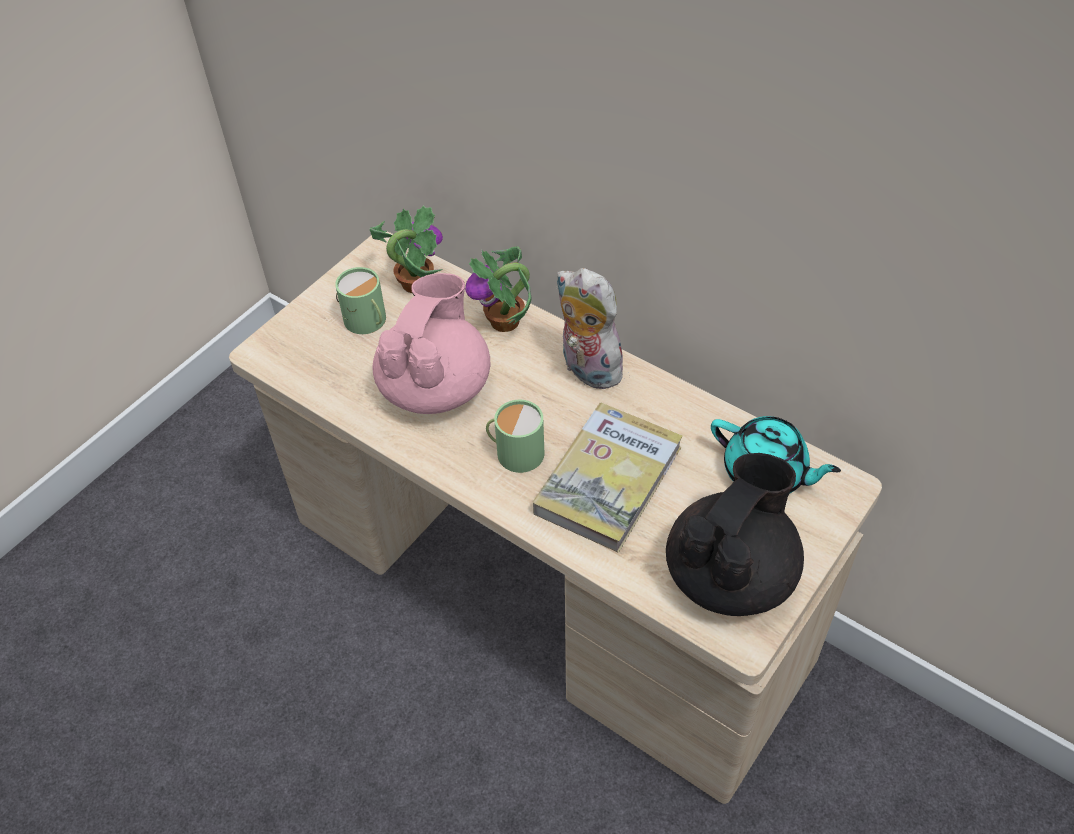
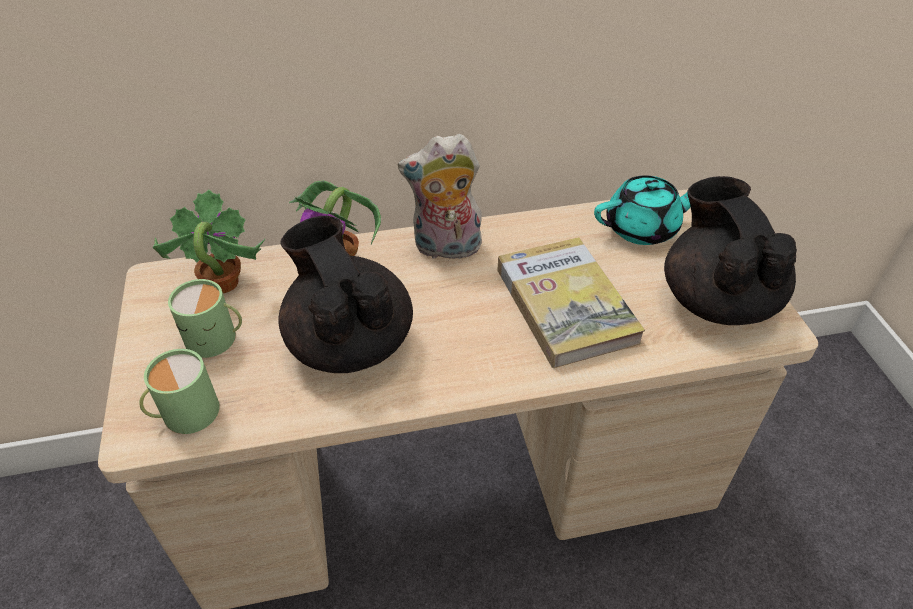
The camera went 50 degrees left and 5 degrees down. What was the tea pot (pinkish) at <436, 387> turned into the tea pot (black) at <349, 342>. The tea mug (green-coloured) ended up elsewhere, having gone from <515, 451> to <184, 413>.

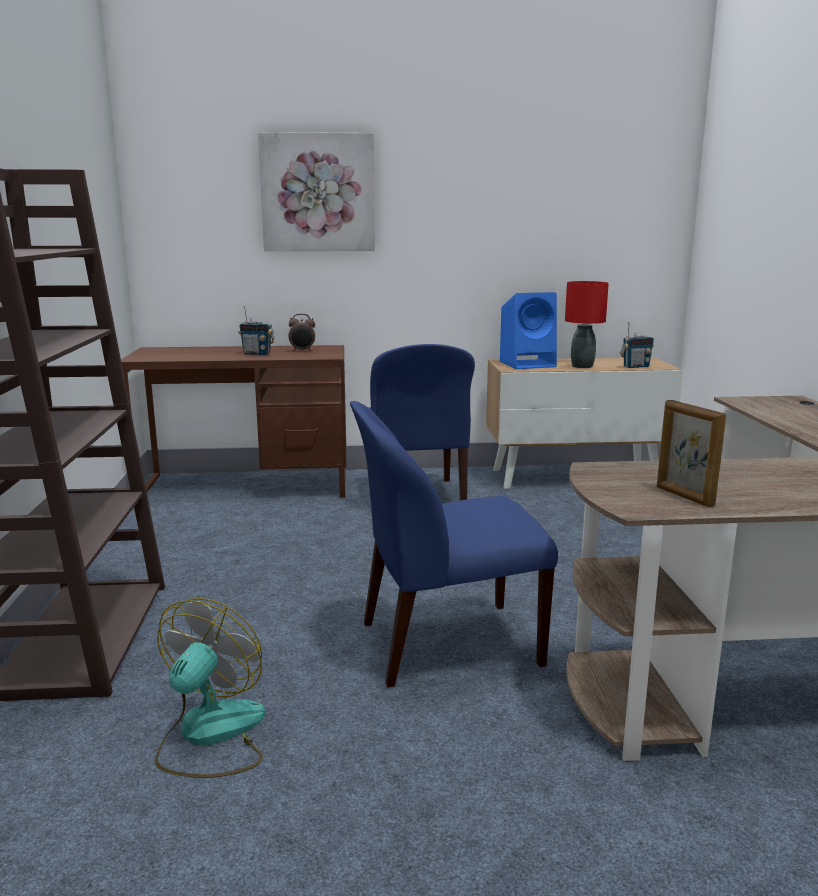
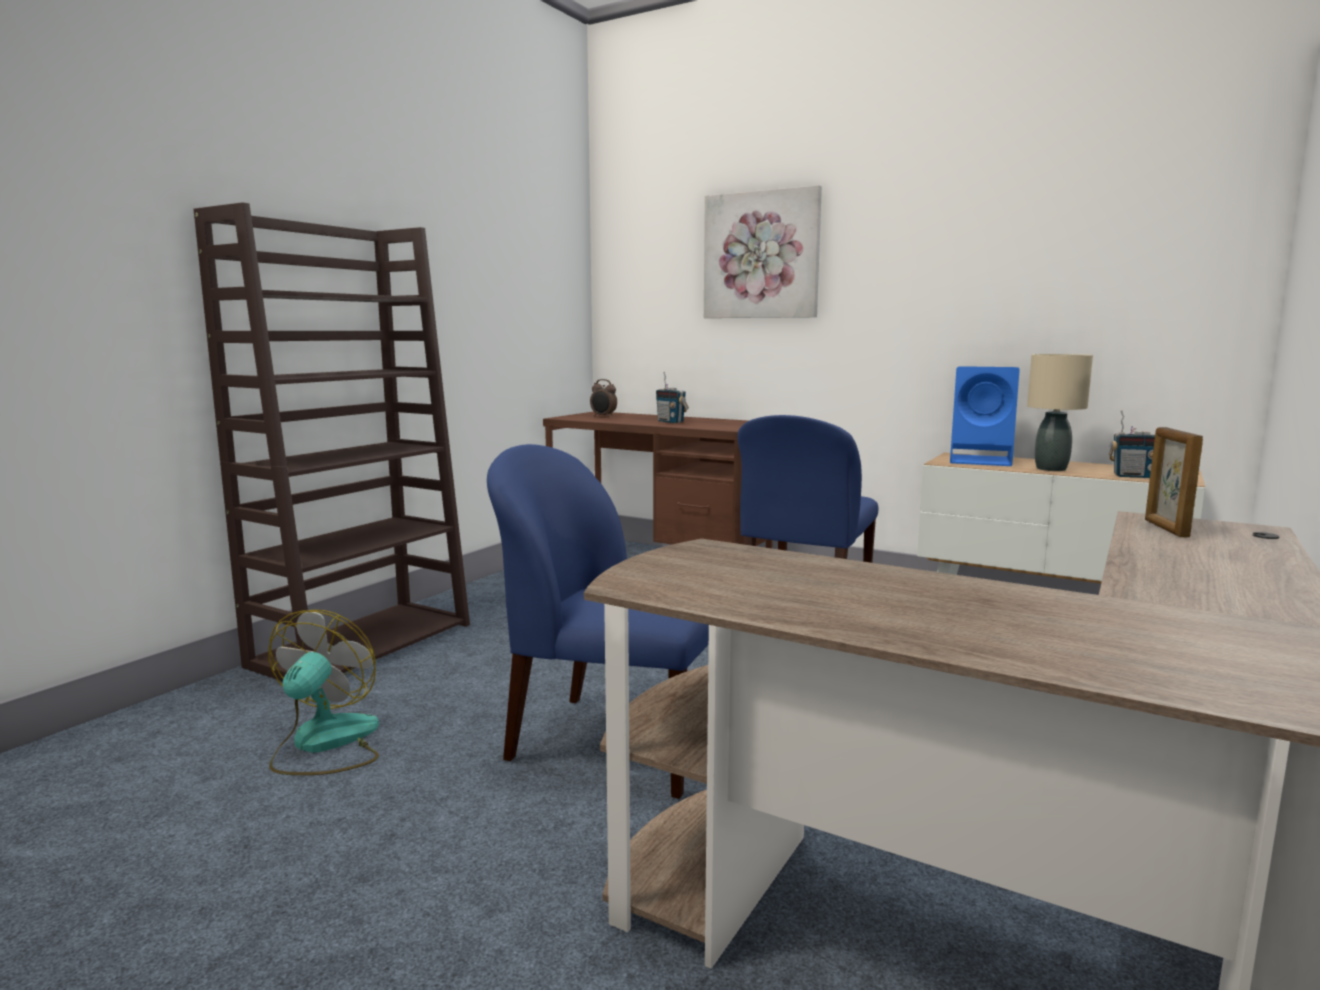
The camera went 35 degrees right and 5 degrees down. What was the lamp for a table (red) at <582, 366> turned into the lamp for a table (beige) at <1050, 469>. The alarm clock ended up elsewhere, having gone from <302, 351> to <603, 416>. The photo frame ended up elsewhere, having gone from <684, 496> to <1165, 529>. The electric fan at <210, 735> ended up facing another way, 45 degrees counterclockwise from before.

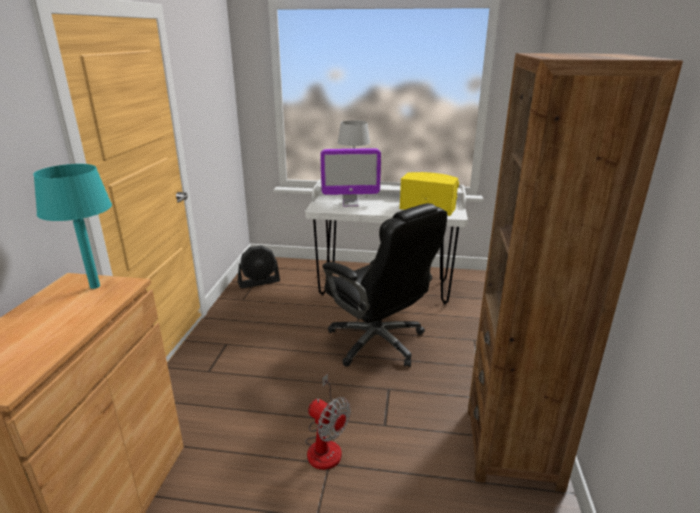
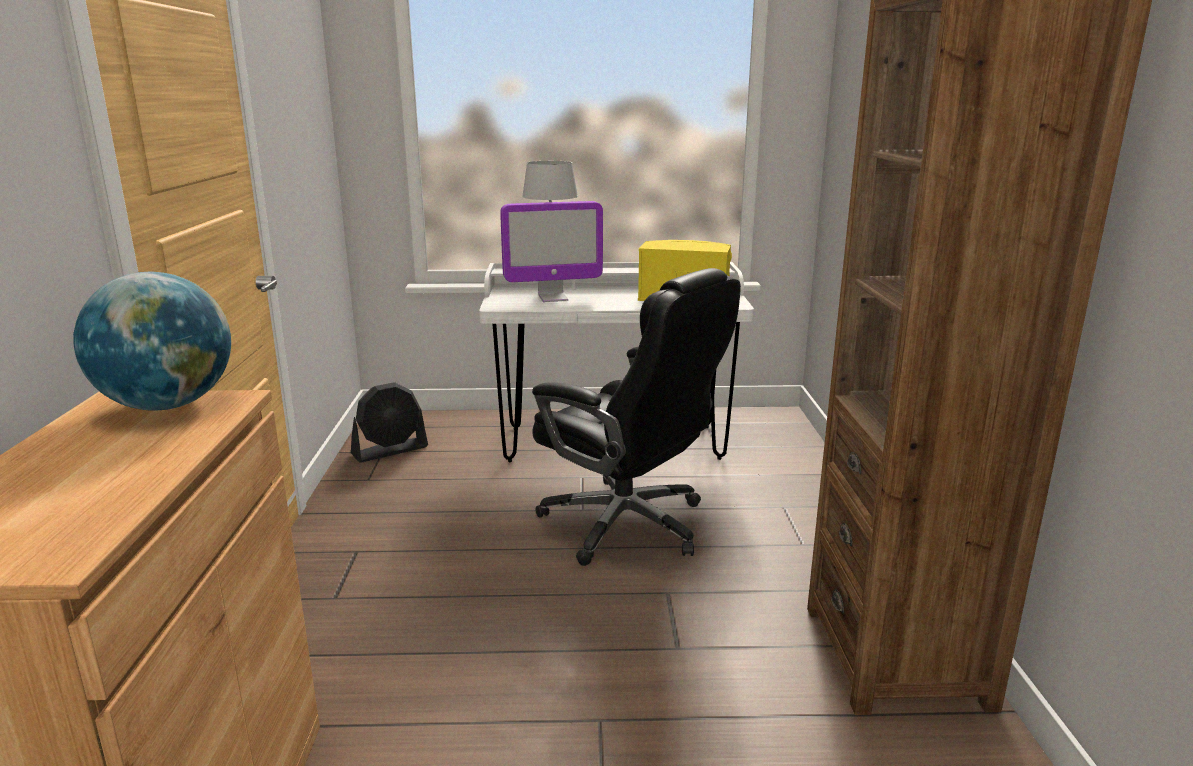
The camera went 10 degrees left and 5 degrees down. Where the lamp for a table (blue-green) stood at <95, 286>, the desk globe came to stand at <168, 405>. The second view lost the electric fan at <325, 444>.

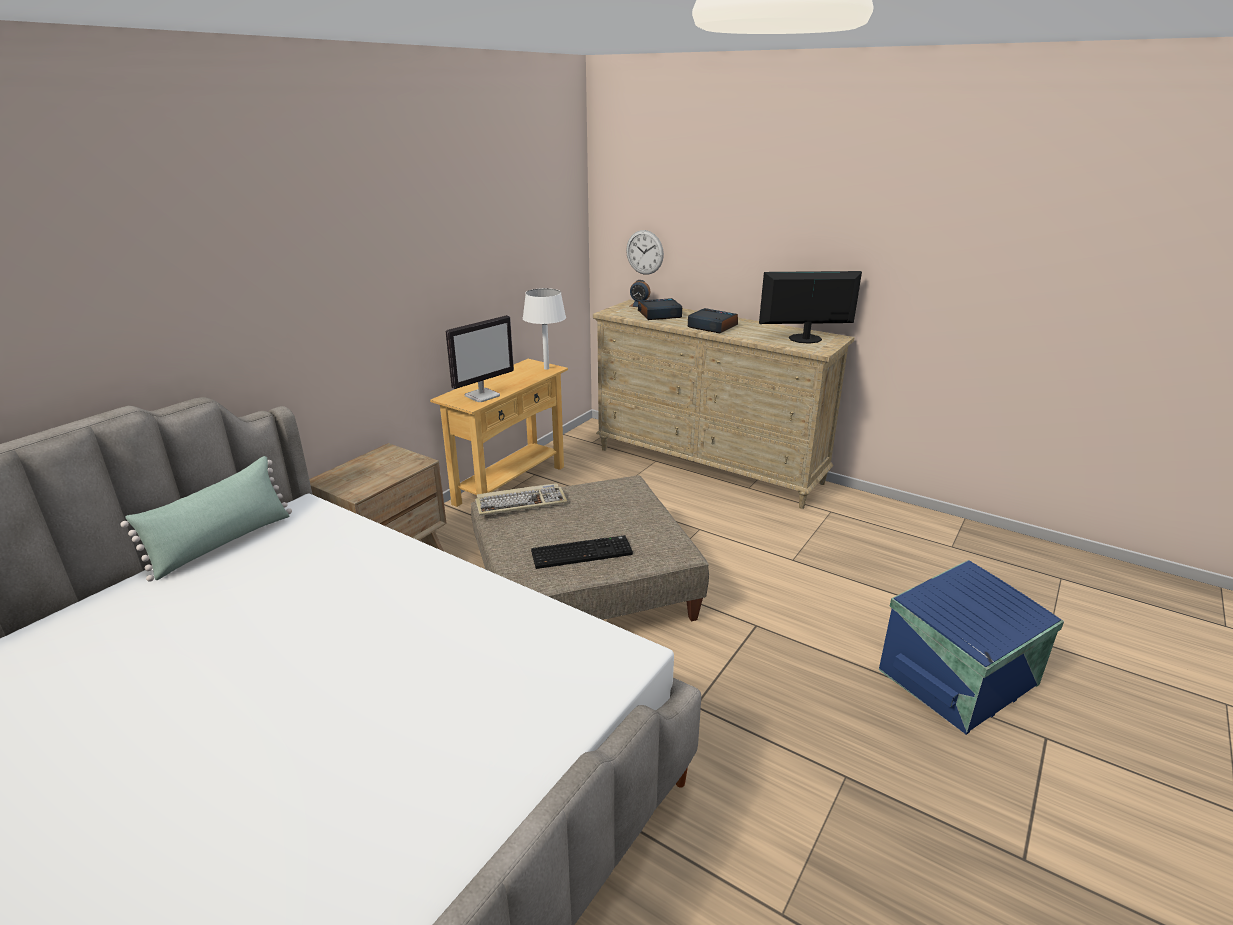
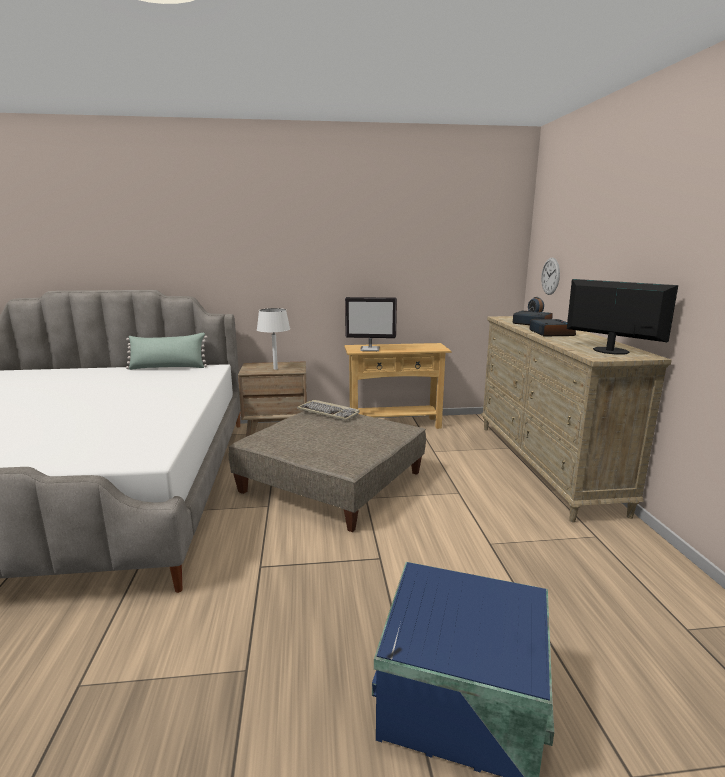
The camera went 50 degrees right and 10 degrees down. The lamp for a table (white-coloured) ended up elsewhere, having gone from <546, 368> to <275, 369>. The second view lost the PC keyboard at <582, 552>.

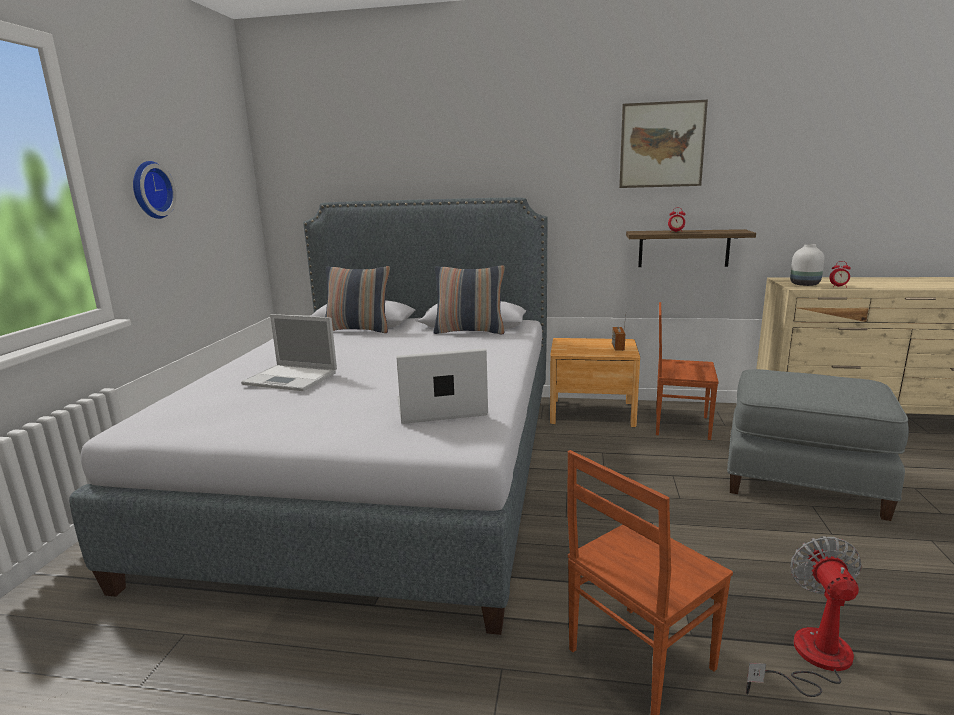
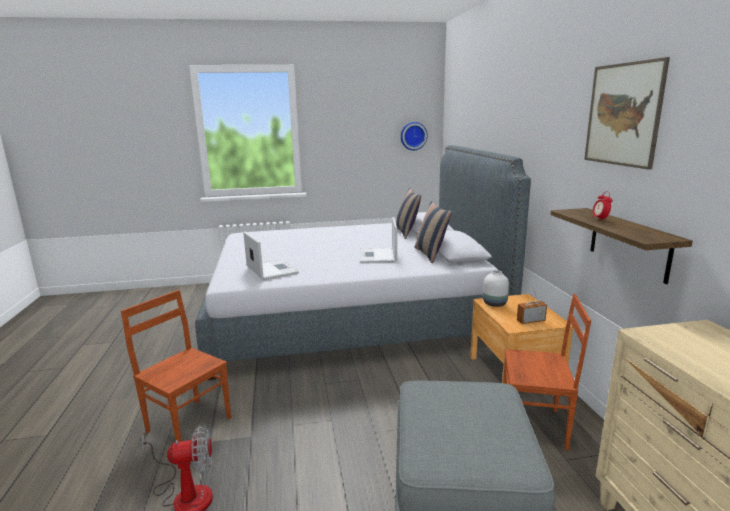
The camera went 70 degrees right and 0 degrees up. The clock on the wall ended up elsewhere, having gone from <150, 190> to <413, 136>. The decorative vase (white-coloured) ended up elsewhere, having gone from <803, 284> to <494, 303>. The second view lost the alarm clock at <838, 286>. The plain chair (brown) at <680, 425> ended up facing another way, 105 degrees clockwise from before. The portable computer ended up elsewhere, having gone from <292, 378> to <378, 256>.

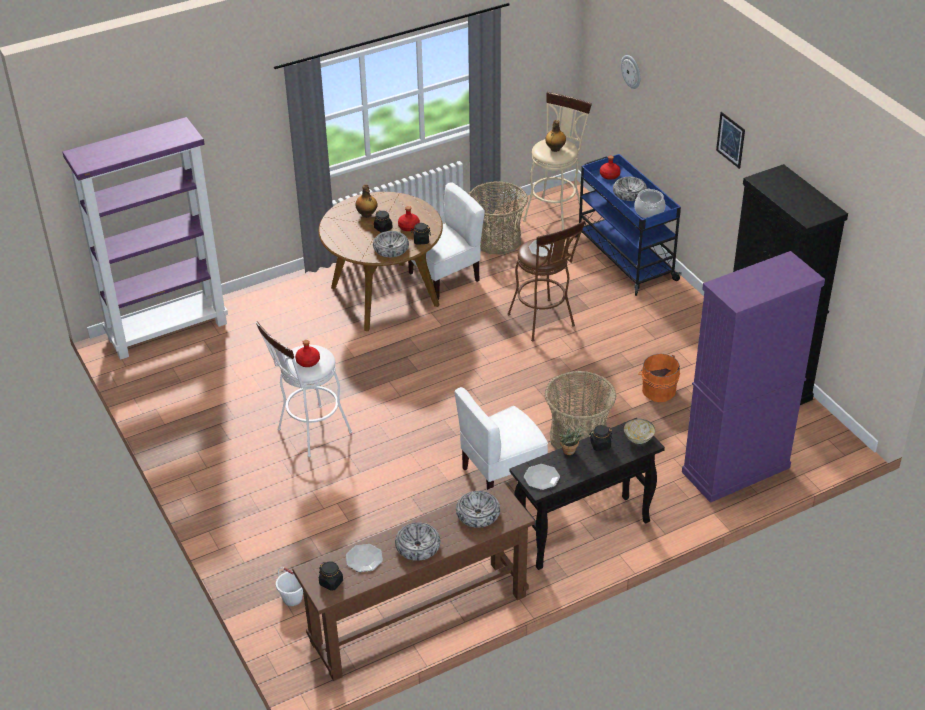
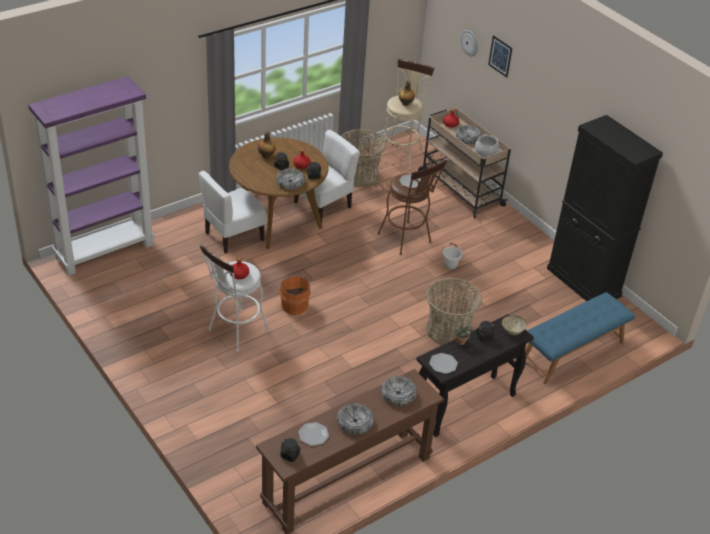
The camera went 10 degrees left and 0 degrees up. The wall picture ended up elsewhere, having gone from <730, 140> to <500, 56>. What was the wheeled cart (bluish) at <624, 257> turned into the wheeled cart (beige) at <460, 188>. Where the storage cabinet (purple-coloured) stood at <735, 470>, the bench (bluish) came to stand at <573, 352>. The pail (orange-coloured) ended up elsewhere, having gone from <657, 390> to <293, 305>. The plain chair (white-coloured) ended up elsewhere, having gone from <502, 474> to <233, 236>. The pail (white-coloured) ended up elsewhere, having gone from <292, 598> to <450, 265>.

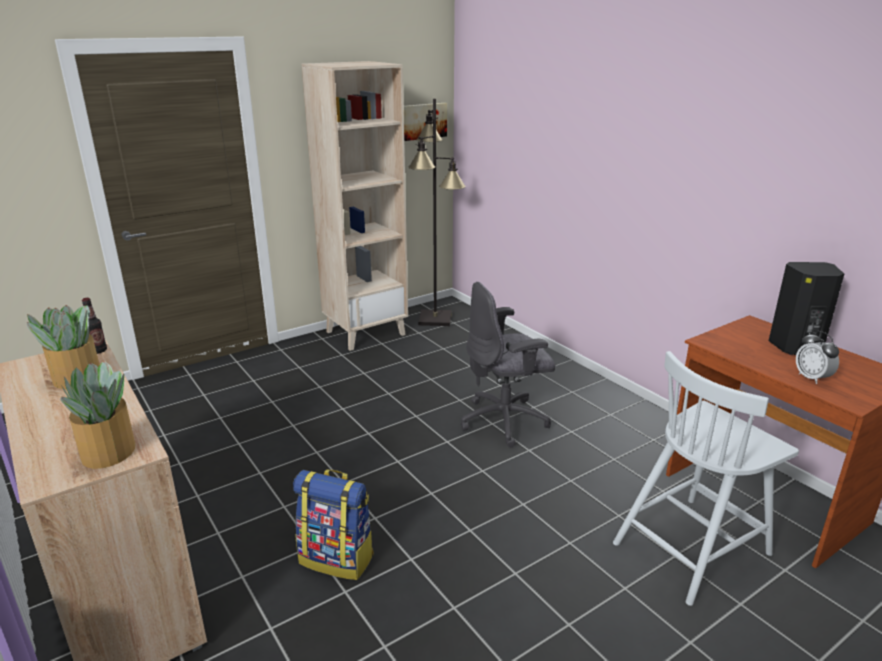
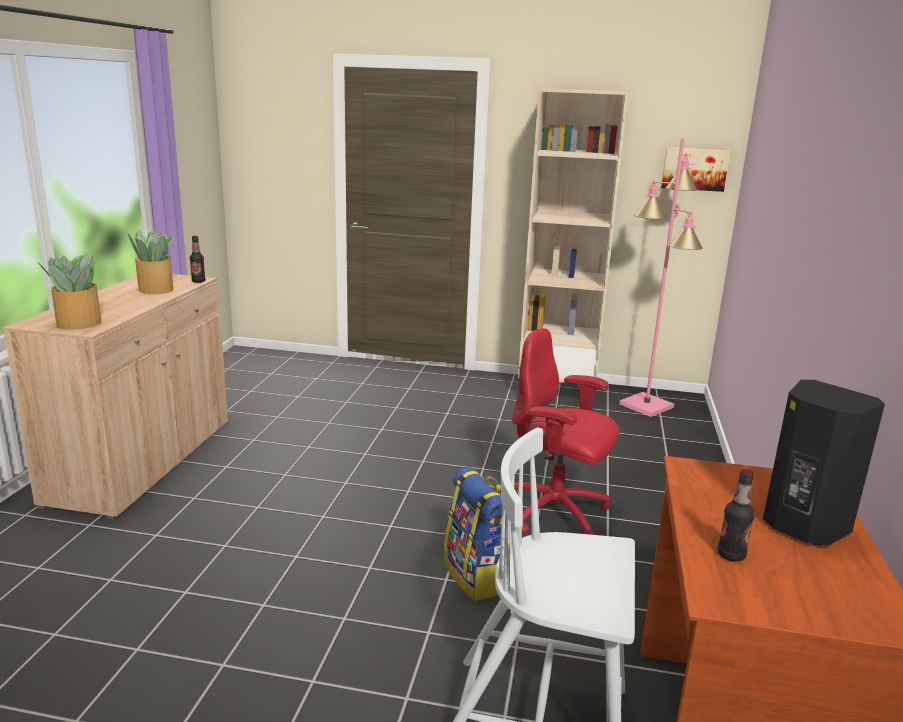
The camera went 45 degrees right and 5 degrees down. What was the standing lamp (black) at <435, 319> turned into the standing lamp (pinkish) at <647, 406>. What was the computer chair (gray) at <505, 421> turned into the computer chair (red) at <556, 513>. Where the alarm clock stood at <812, 378>, the beverage bottle came to stand at <731, 555>. The rucksack ended up elsewhere, having gone from <337, 558> to <477, 576>.

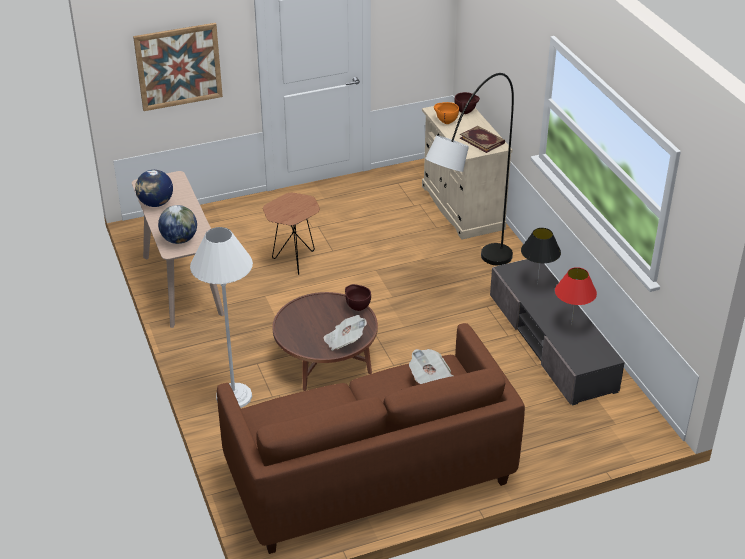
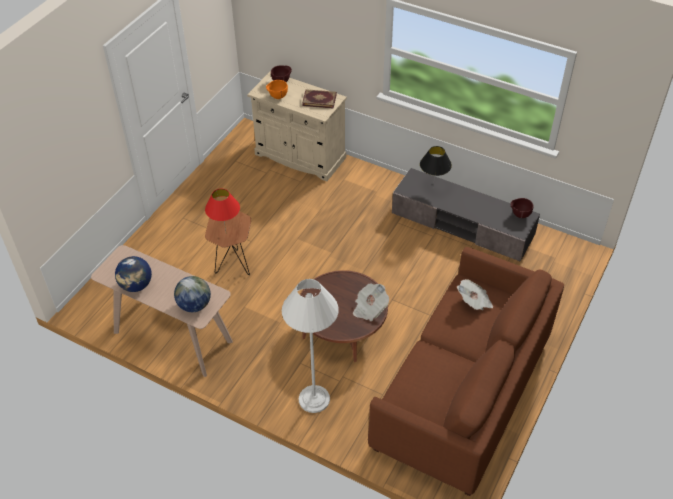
The camera went 40 degrees left and 10 degrees up. The second view lost the wall picture at <178, 66>. The second view lost the standing lamp (gray) at <466, 286>. The lamp for a table (red) ended up elsewhere, having gone from <571, 325> to <226, 233>. The serving bowl (brown) ended up elsewhere, having gone from <357, 307> to <519, 215>.

